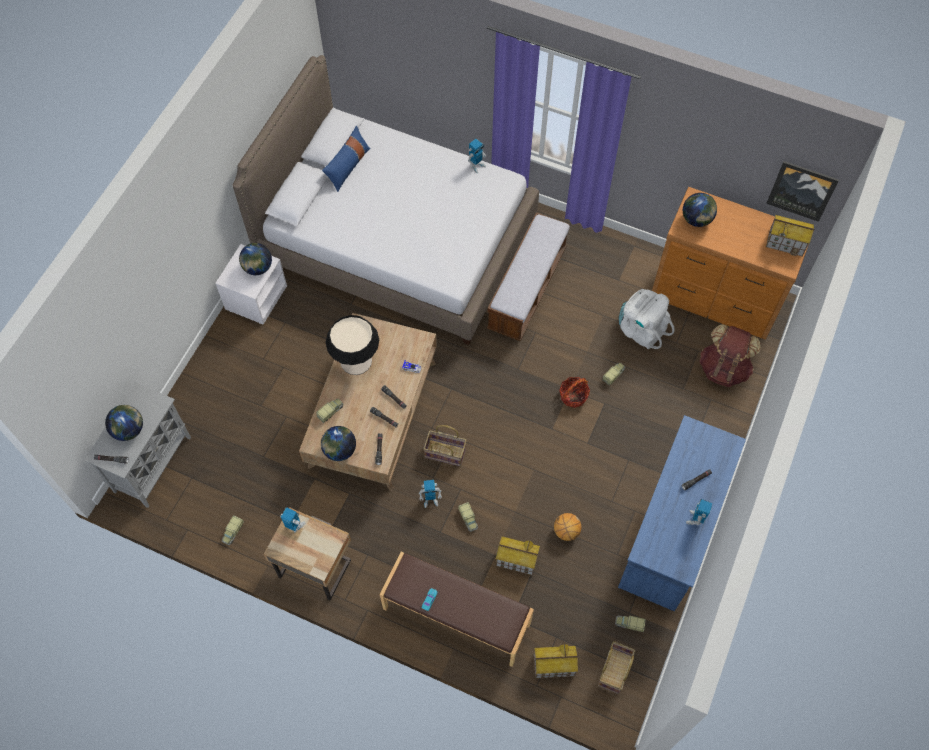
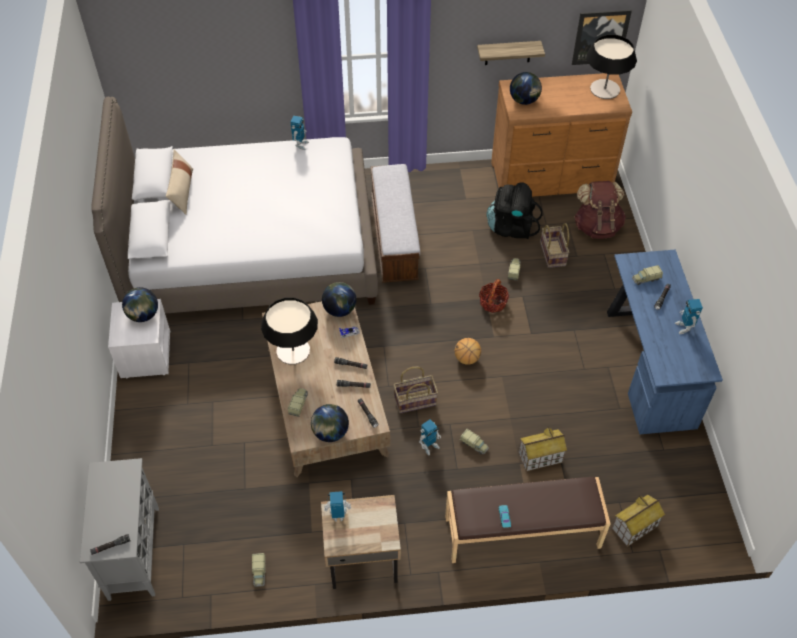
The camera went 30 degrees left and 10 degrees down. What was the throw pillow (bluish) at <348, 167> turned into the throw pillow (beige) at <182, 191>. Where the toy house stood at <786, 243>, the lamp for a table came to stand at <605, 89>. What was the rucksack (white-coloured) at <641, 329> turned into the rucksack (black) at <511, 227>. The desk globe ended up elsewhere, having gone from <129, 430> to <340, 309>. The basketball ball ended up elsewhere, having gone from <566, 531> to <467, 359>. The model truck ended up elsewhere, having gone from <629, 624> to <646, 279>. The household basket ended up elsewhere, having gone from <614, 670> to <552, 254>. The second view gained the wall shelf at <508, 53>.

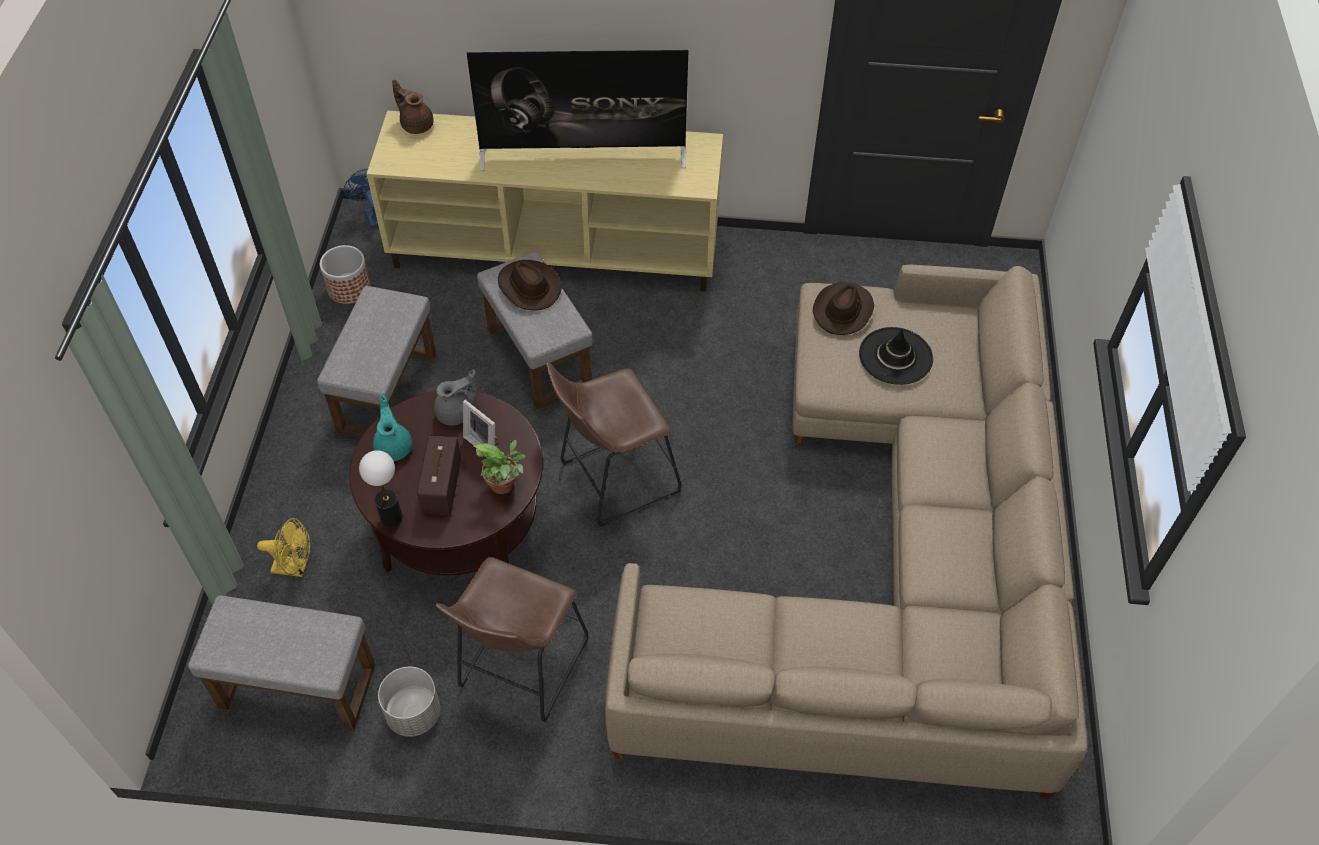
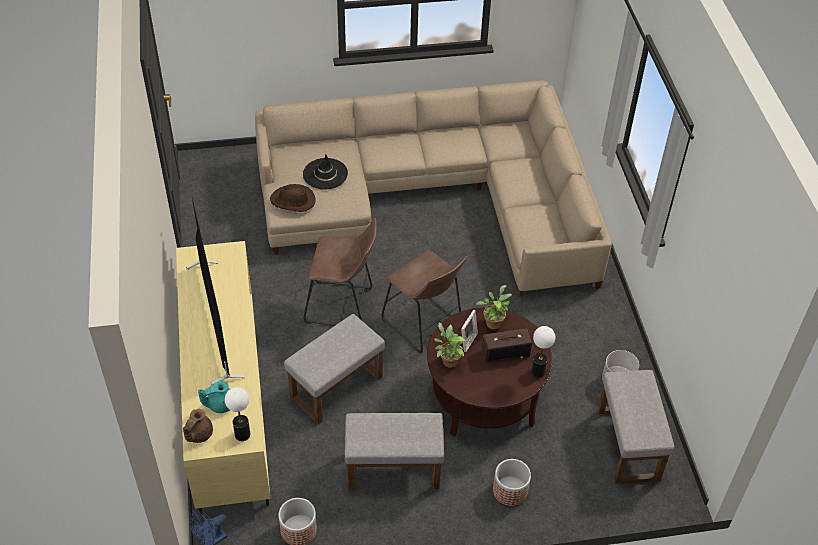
The camera went 105 degrees left and 5 degrees down. The second view lost the hat (brown) at <528, 287>. Where the tea pot (gray) stood at <457, 413>, the houseplant came to stand at <448, 360>. The tea pot (blue-green) ended up elsewhere, having gone from <394, 446> to <220, 404>. The second view lost the electric fan (yellowish) at <295, 567>. The stool seat (brown) ended up elsewhere, having gone from <519, 669> to <343, 306>. The second view gained the lamp for a table at <242, 434>. The second view gained the flower pot at <510, 491>.

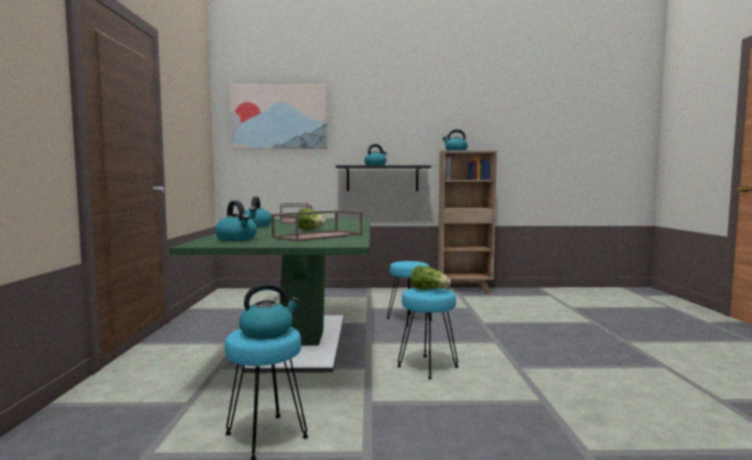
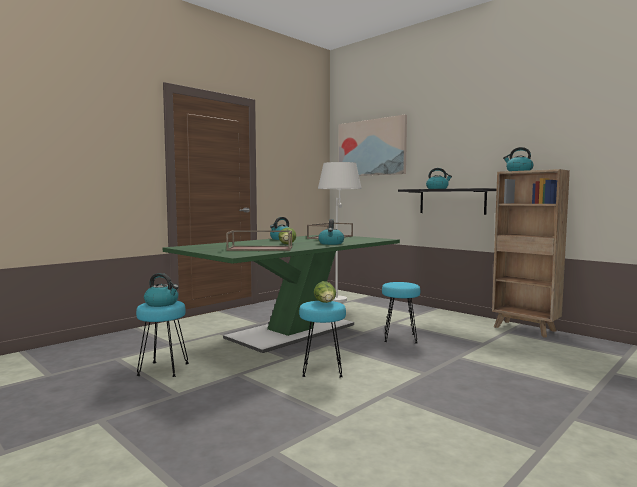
The camera went 45 degrees right and 0 degrees up. The water kettle ended up elsewhere, having gone from <237, 239> to <331, 243>. The second view gained the standing lamp (white-coloured) at <339, 297>.

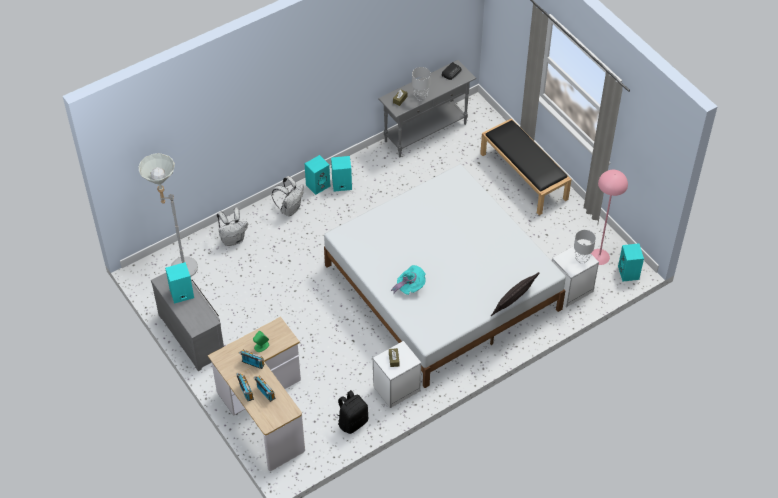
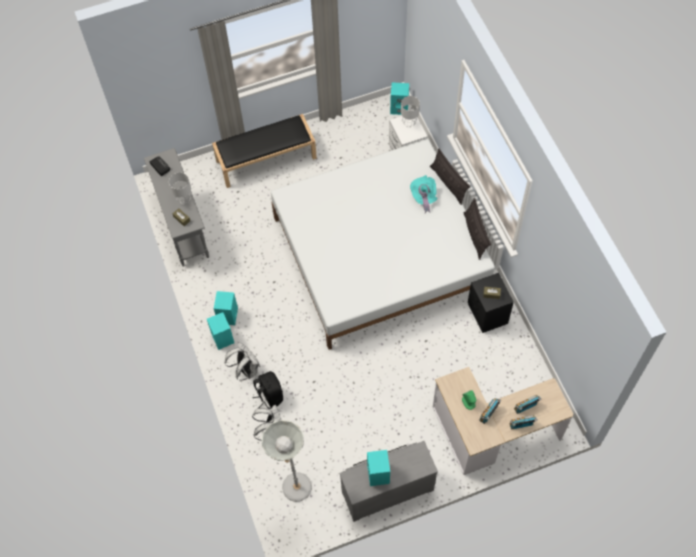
The camera went 75 degrees left and 10 degrees up. The second view lost the standing lamp (pinkish) at <599, 256>. The hat (blue-green) ended up elsewhere, having gone from <410, 286> to <423, 197>. What was the bedside table (white-coloured) at <395, 388> turned into the bedside table (black) at <487, 315>. The rucksack (black) ended up elsewhere, having gone from <352, 422> to <269, 396>. The second view gained the throw pillow at <475, 235>.

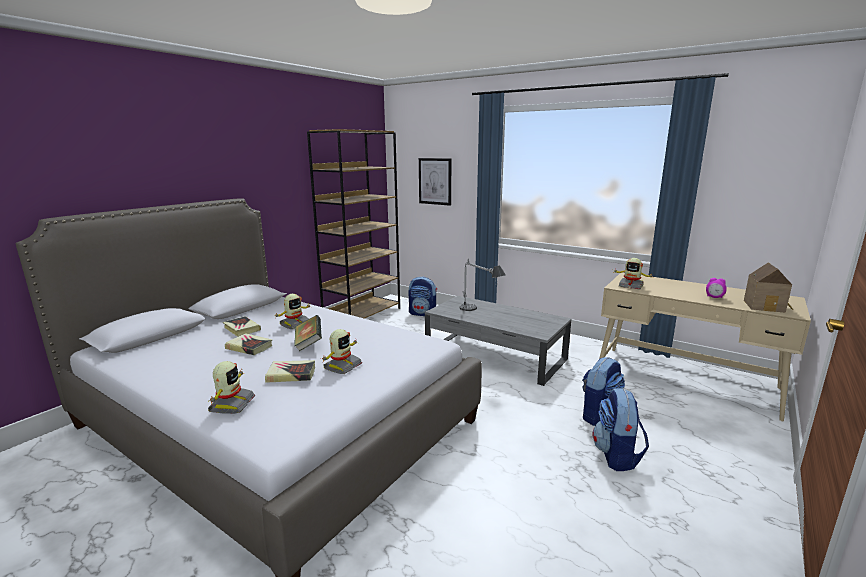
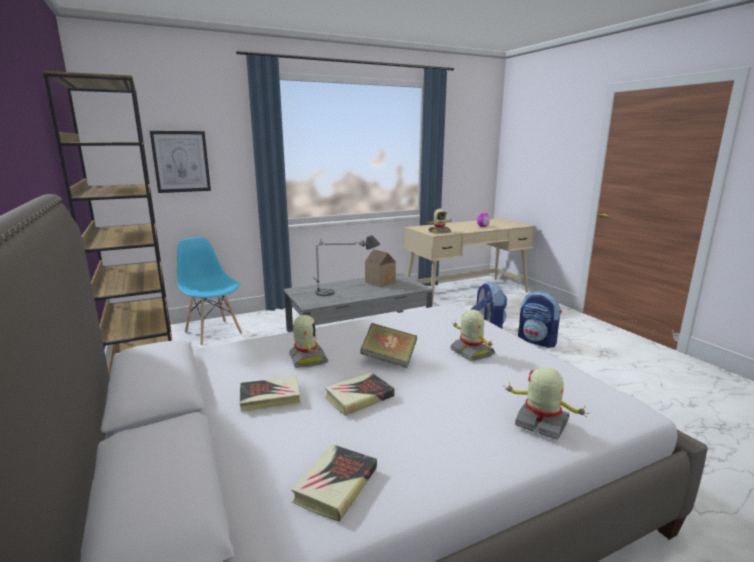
The camera went 60 degrees left and 0 degrees up. The toy house ended up elsewhere, having gone from <766, 306> to <381, 282>. Where the rucksack stood at <423, 314>, the plain chair (bluish) came to stand at <213, 332>. The volume ended up elsewhere, having gone from <291, 374> to <336, 485>.

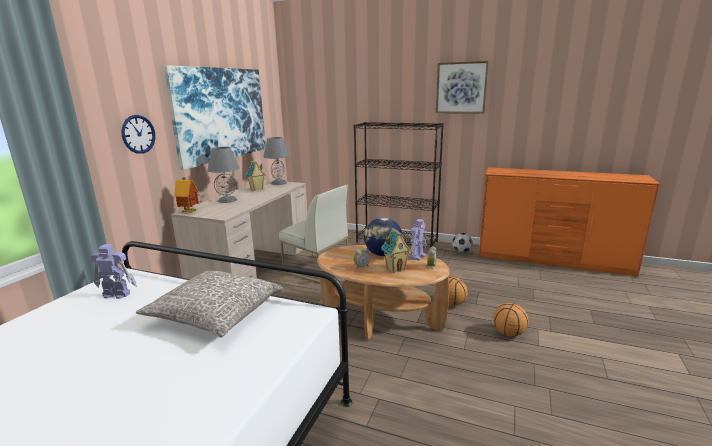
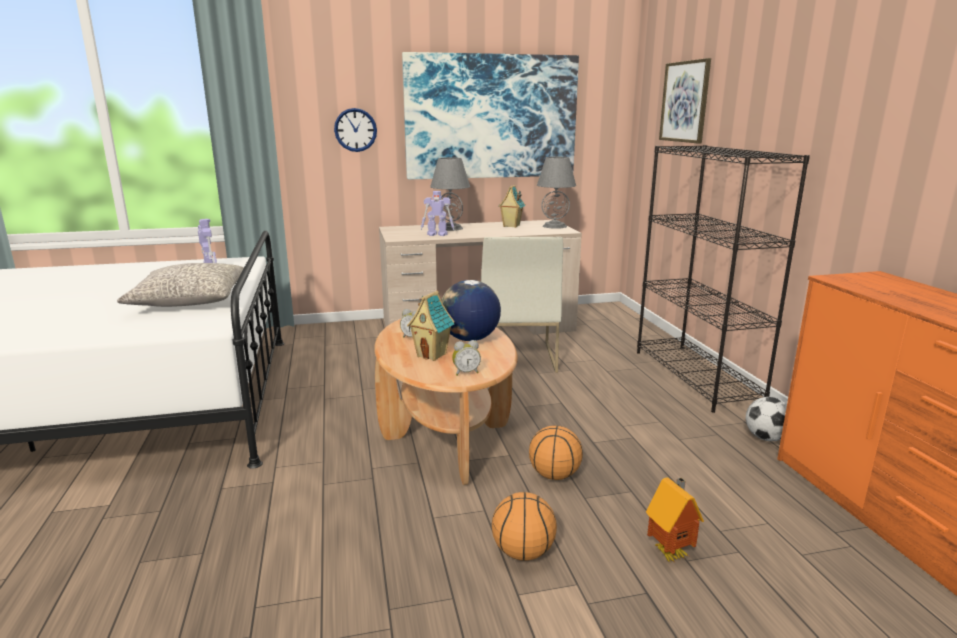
The camera went 55 degrees right and 0 degrees up. The wall picture ended up elsewhere, having gone from <461, 88> to <685, 102>. The toy house ended up elsewhere, having gone from <189, 211> to <671, 552>. The robot figure ended up elsewhere, having gone from <417, 256> to <437, 234>.

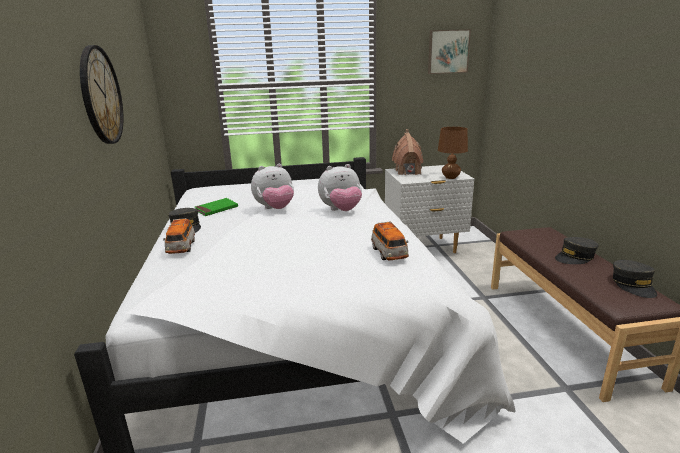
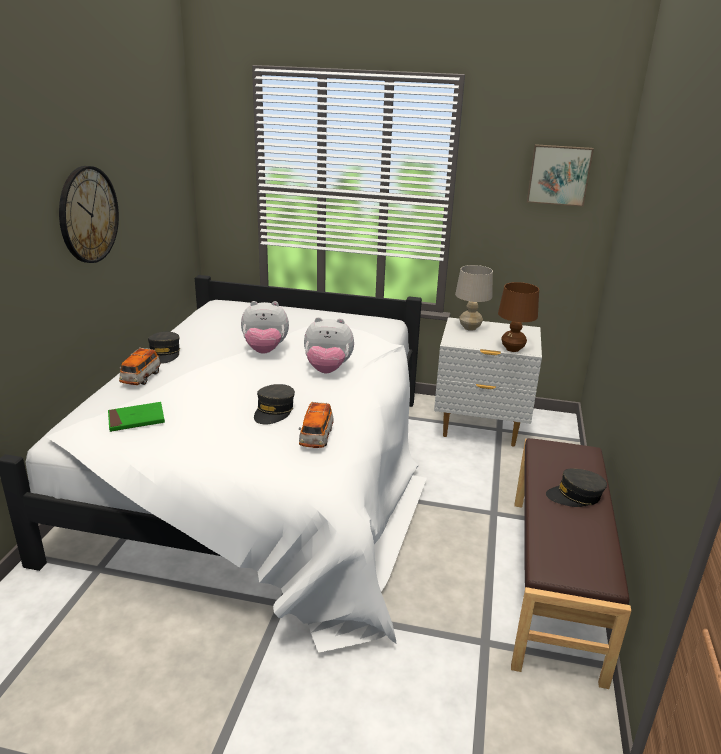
The camera went 20 degrees right and 5 degrees up. Where the toy house stood at <407, 172>, the lamp for a table (beige) came to stand at <470, 328>. The volume (green-coloured) ended up elsewhere, having gone from <216, 209> to <136, 419>. The baseball cap (gray) ended up elsewhere, having gone from <633, 285> to <274, 411>.

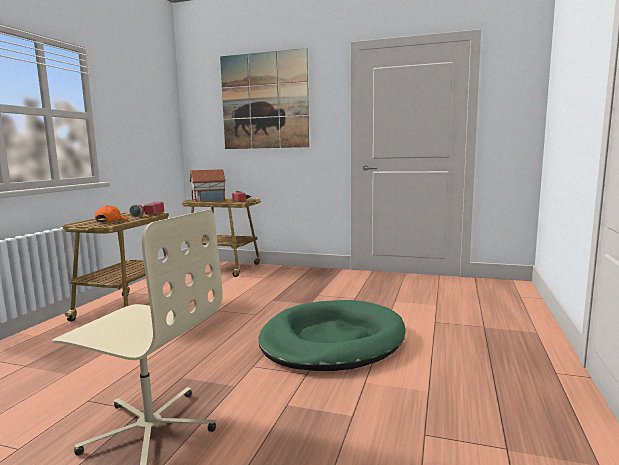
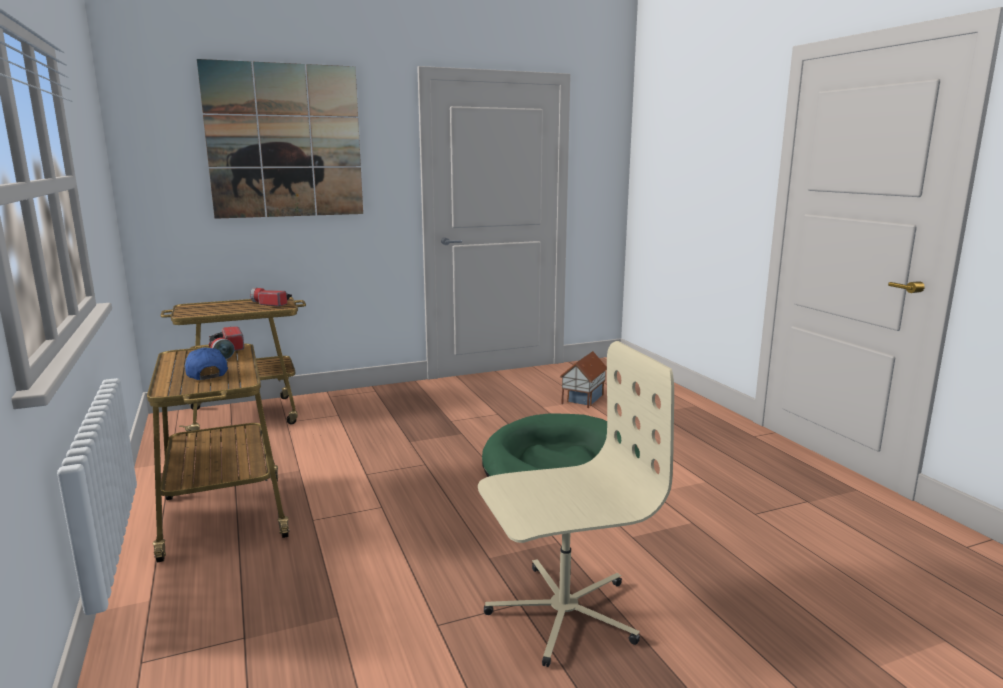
The camera went 40 degrees left and 5 degrees up. The toy house ended up elsewhere, having gone from <208, 200> to <582, 399>. What was the baseball cap (orange-coloured) at <111, 221> turned into the baseball cap (bluish) at <206, 374>.

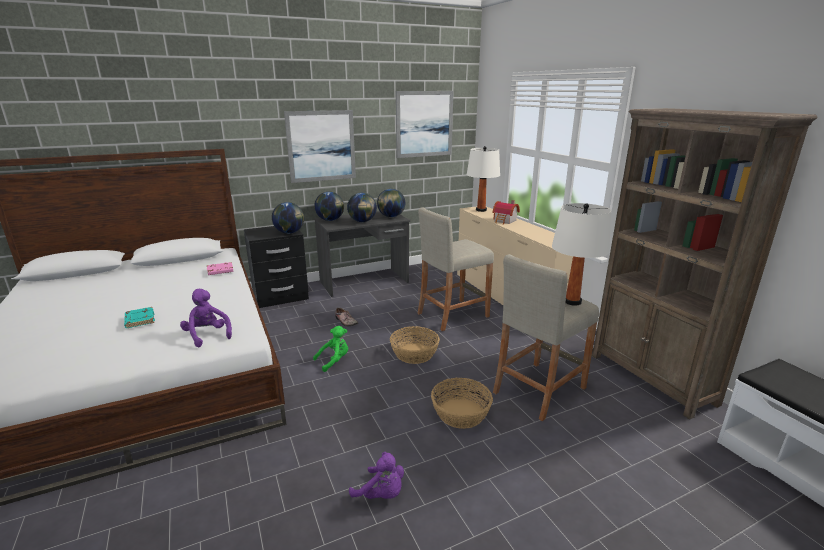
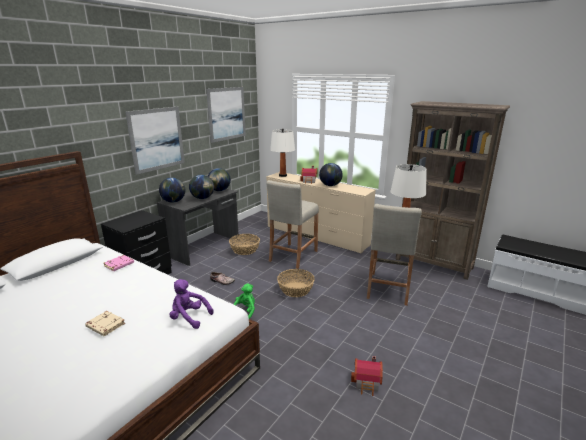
The camera went 30 degrees left and 0 degrees up. The desk globe ended up elsewhere, having gone from <289, 232> to <330, 185>. What was the volume (blue-green) at <139, 320> turned into the volume (beige) at <105, 326>. The household basket ended up elsewhere, having gone from <460, 413> to <244, 250>. Where the plush toy (purple-coloured) stood at <381, 494>, the toy house came to stand at <367, 383>.

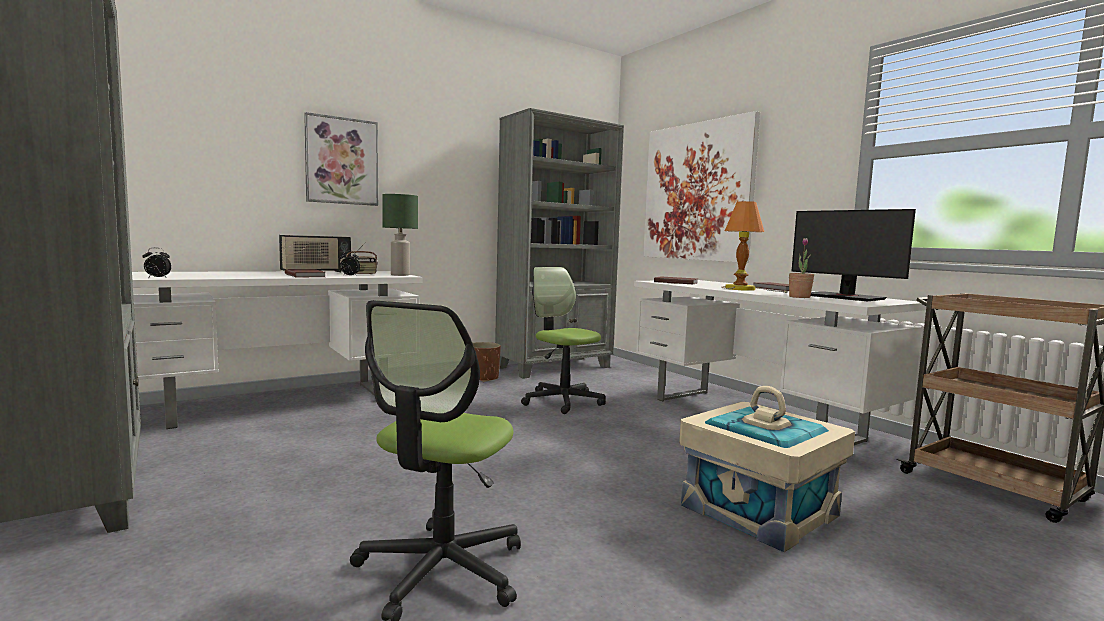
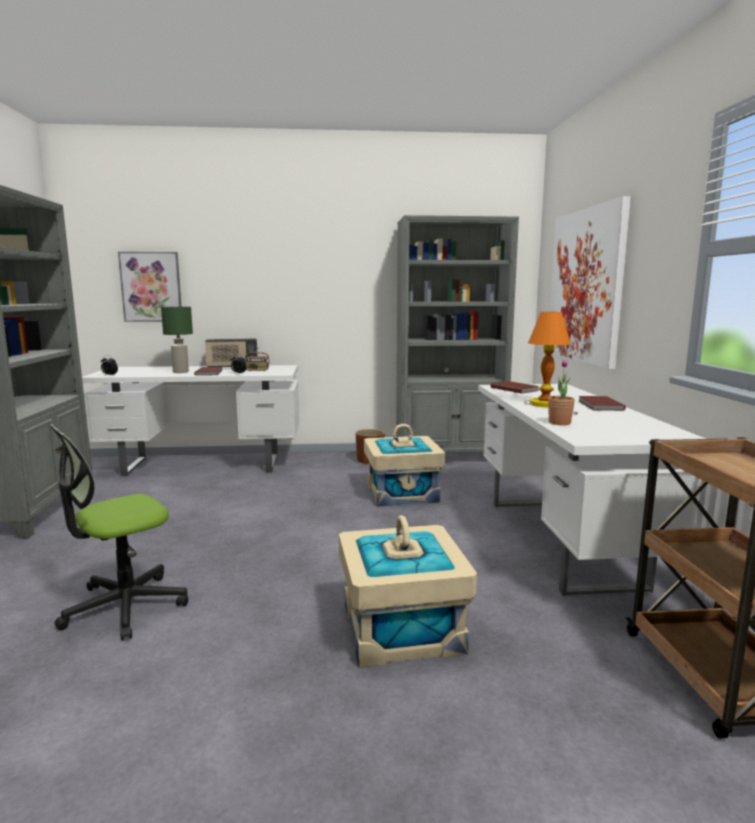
The camera went 30 degrees right and 5 degrees up. The wall picture ended up elsewhere, having gone from <342, 161> to <151, 287>. The lamp for a table (green-coloured) ended up elsewhere, having gone from <400, 275> to <181, 372>. The second view lost the computer display at <844, 297>. Where the computer chair stood at <562, 401>, the storage box (beige) came to stand at <402, 493>.

